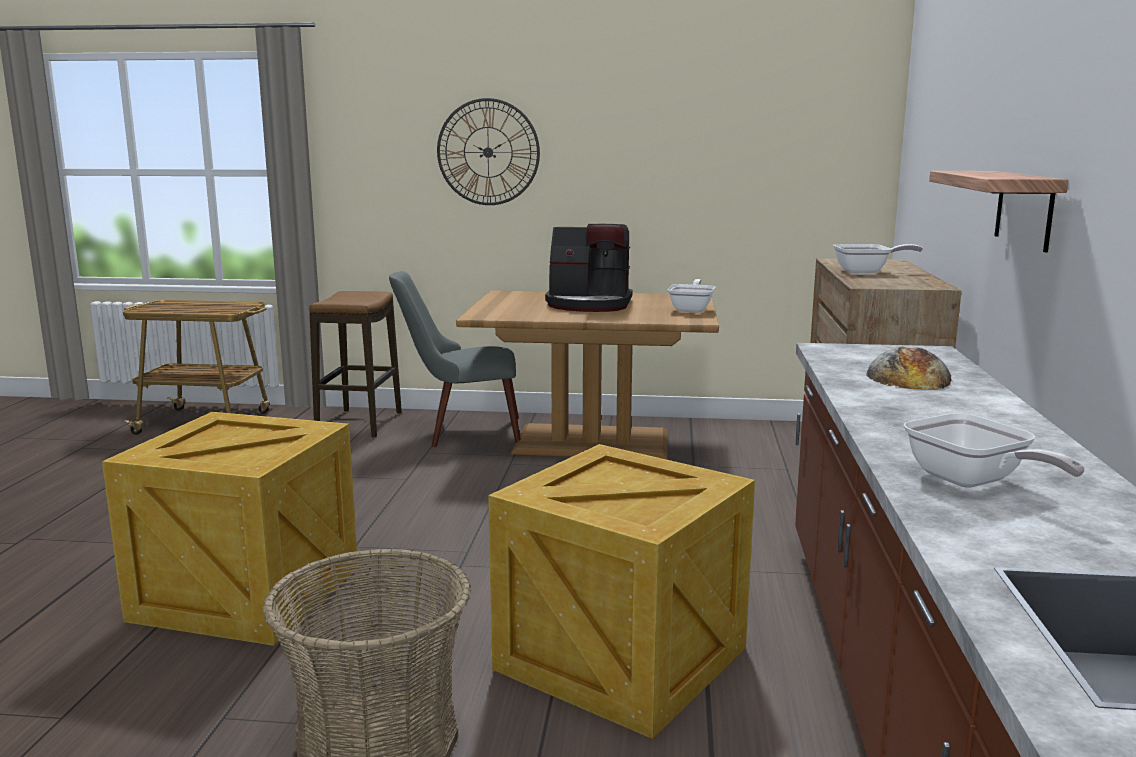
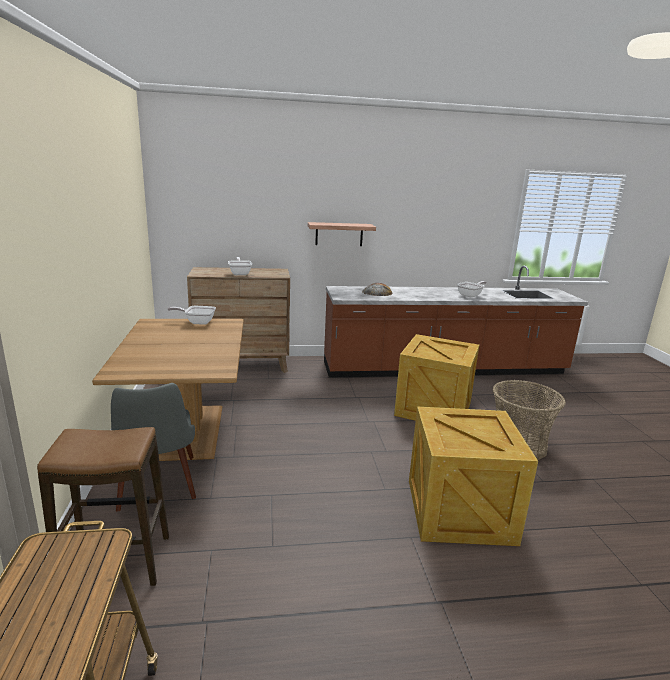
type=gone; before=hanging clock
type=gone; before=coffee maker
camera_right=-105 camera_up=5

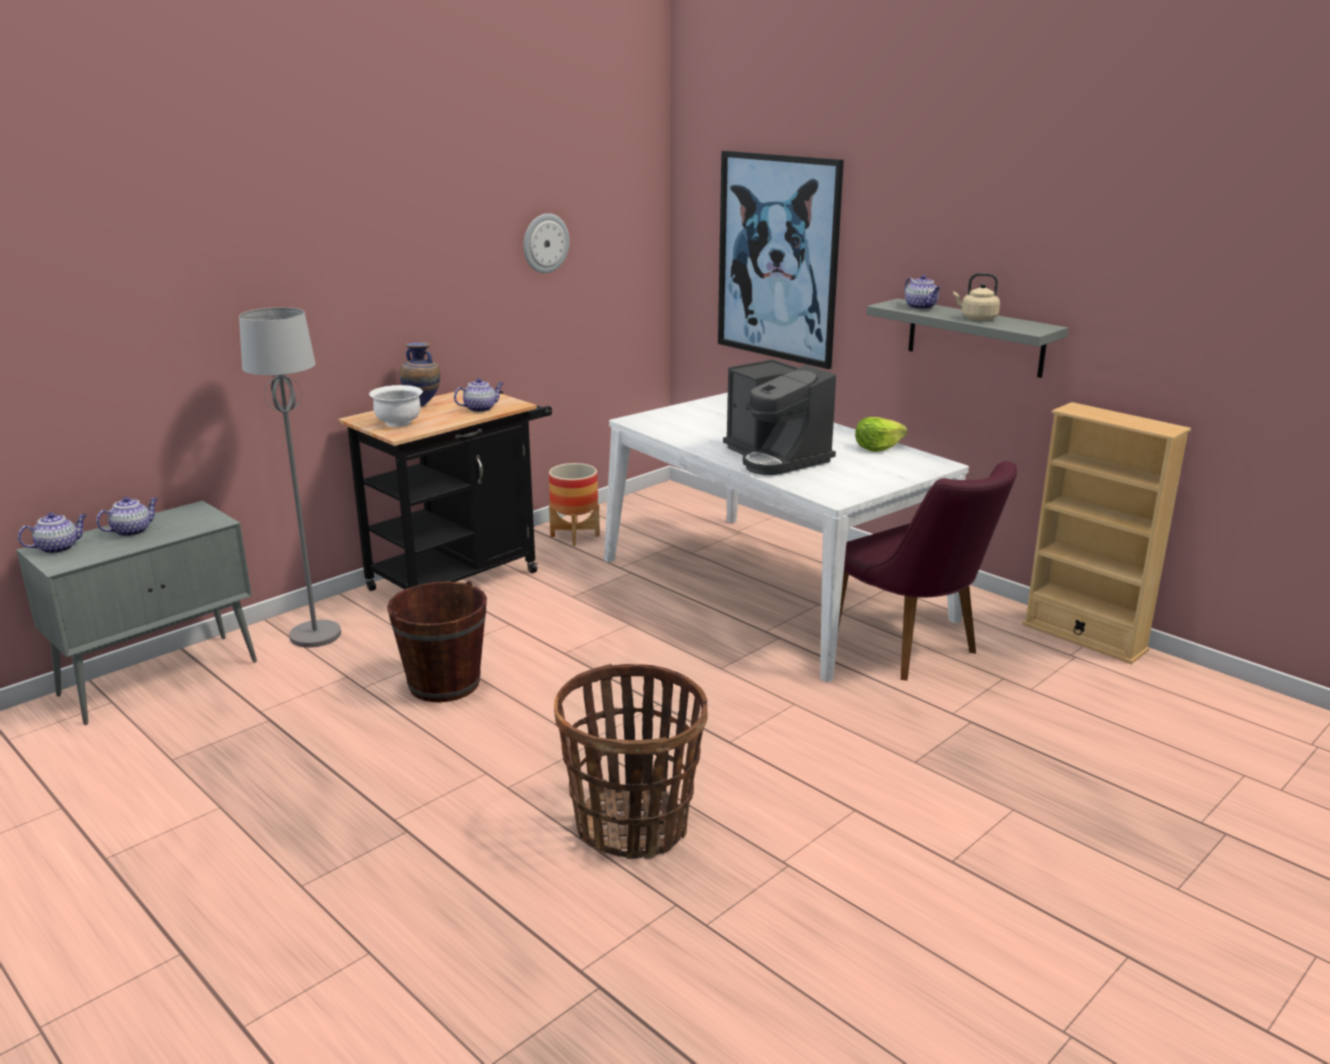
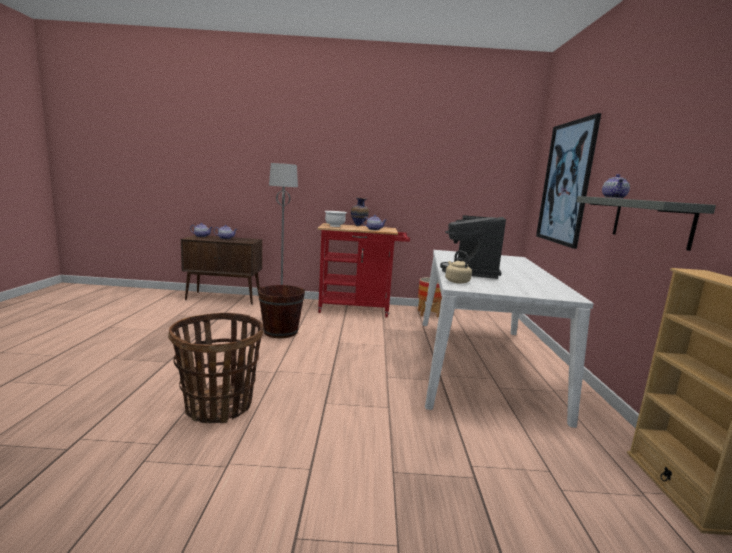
type=repainted; before=grey storage cabinet; after=brown-coloured storage cabinet
type=repainted; before=black-coloured cart; after=reddish cart
type=gone; before=hanging clock
type=gone; before=purple-coloured chair
type=gone; before=lettuce head
type=shifted; before=beige kettle
camera_right=45 camera_up=-10

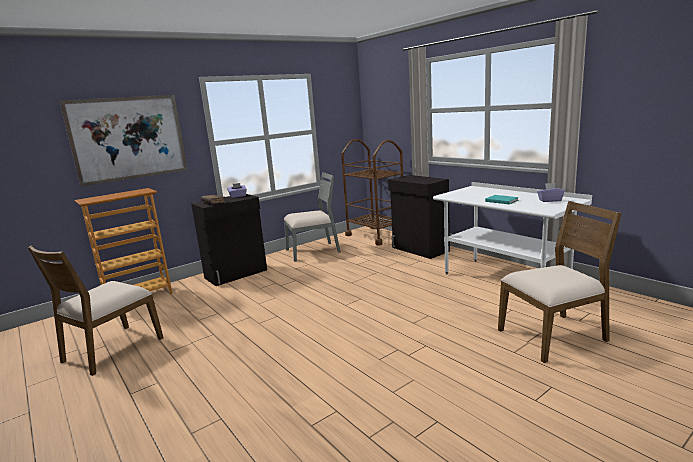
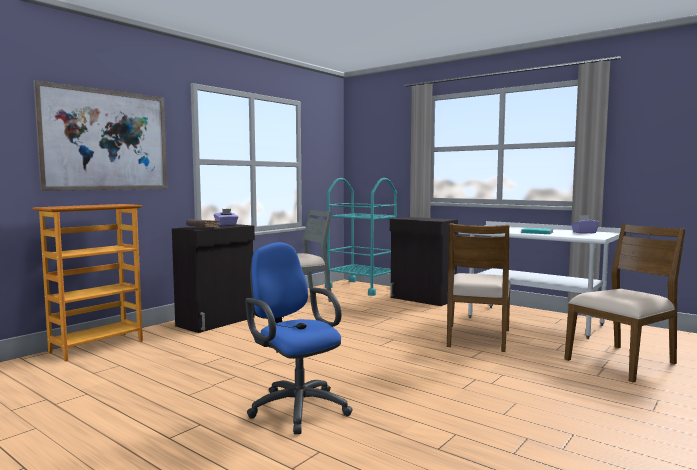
type=shifted; before=brown-coloured chair (no. 1 from left)
type=repainted; before=brown-coloured cart; after=blue-green cart
type=new; after=blue office chair
camera_right=-15 camera_up=-10

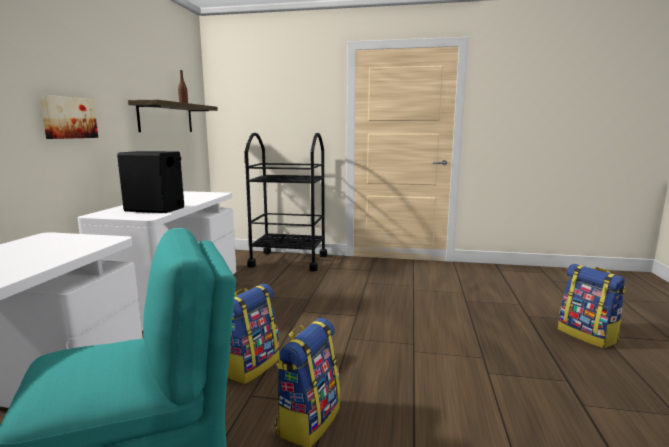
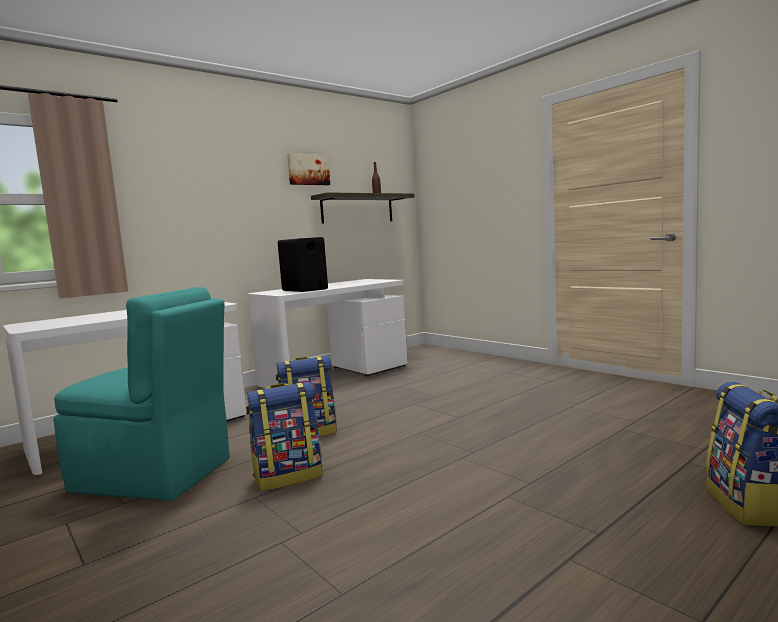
type=shifted; before=wall picture
type=gone; before=black-coloured cart
camera_right=40 camera_up=-5

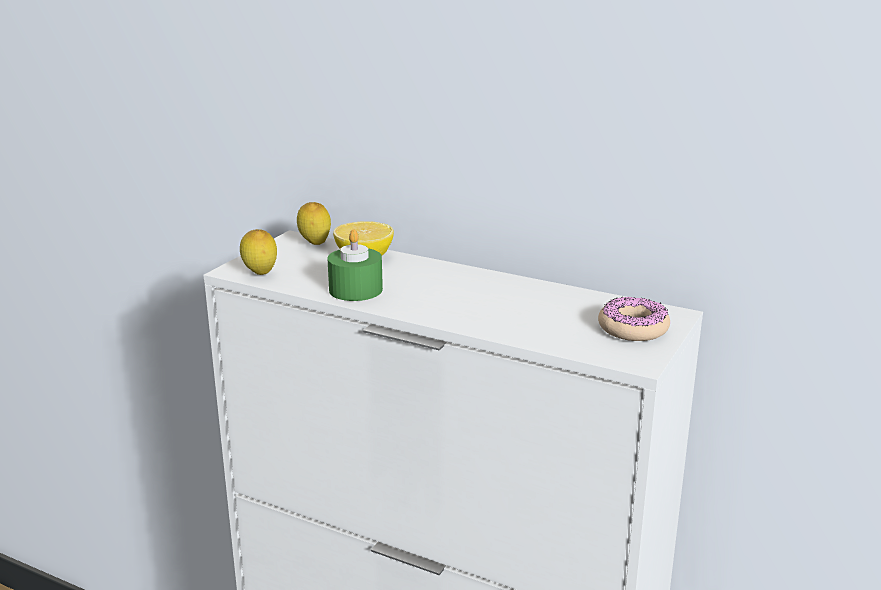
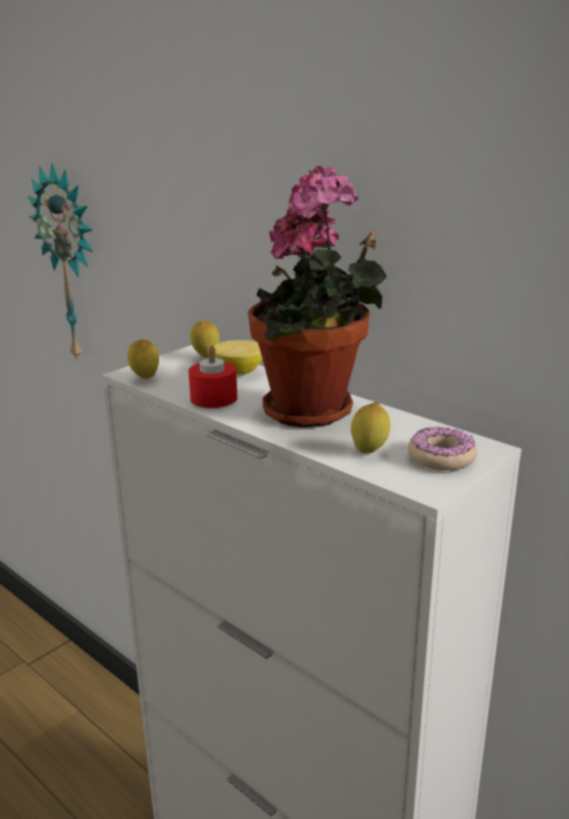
type=repainted; before=green-coloured wax candle; after=reddish wax candle
type=new; after=hanging clock
type=new; after=houseplant
type=new; after=lemon (no. 4 from left)
camera_right=15 camera_up=0

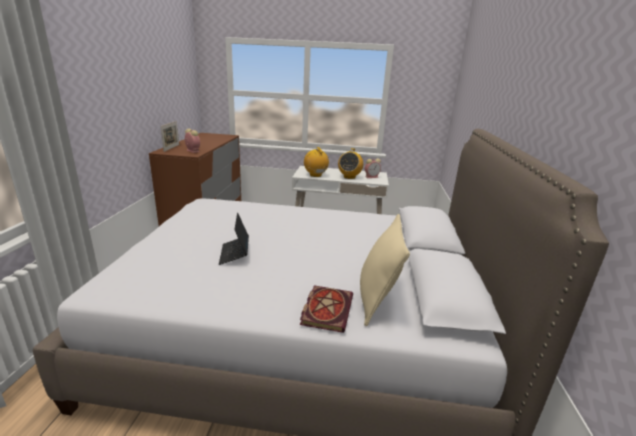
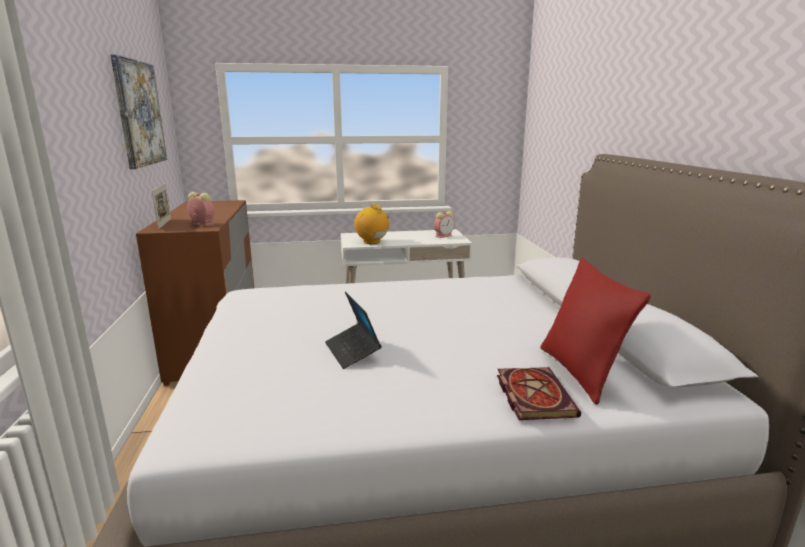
type=gone; before=radio receiver (no. 2 from left)
type=repainted; before=beige cushion; after=reddish cushion
type=new; after=wall picture
camera_right=-15 camera_up=-5

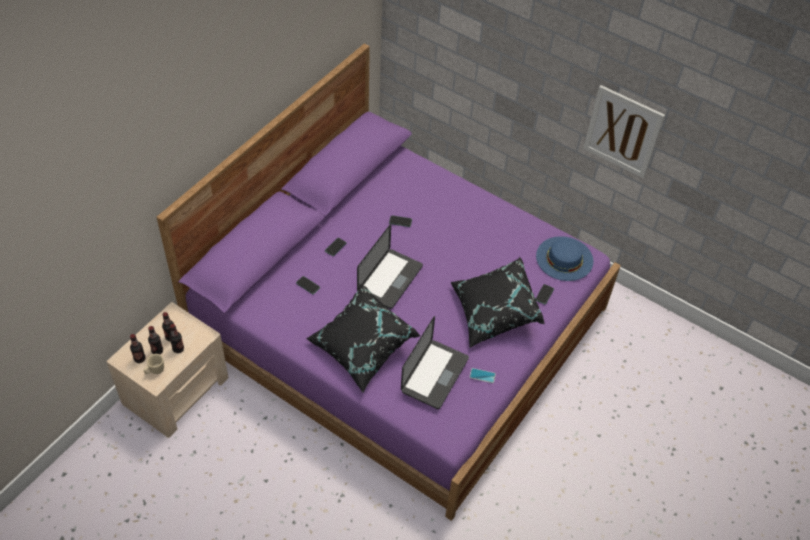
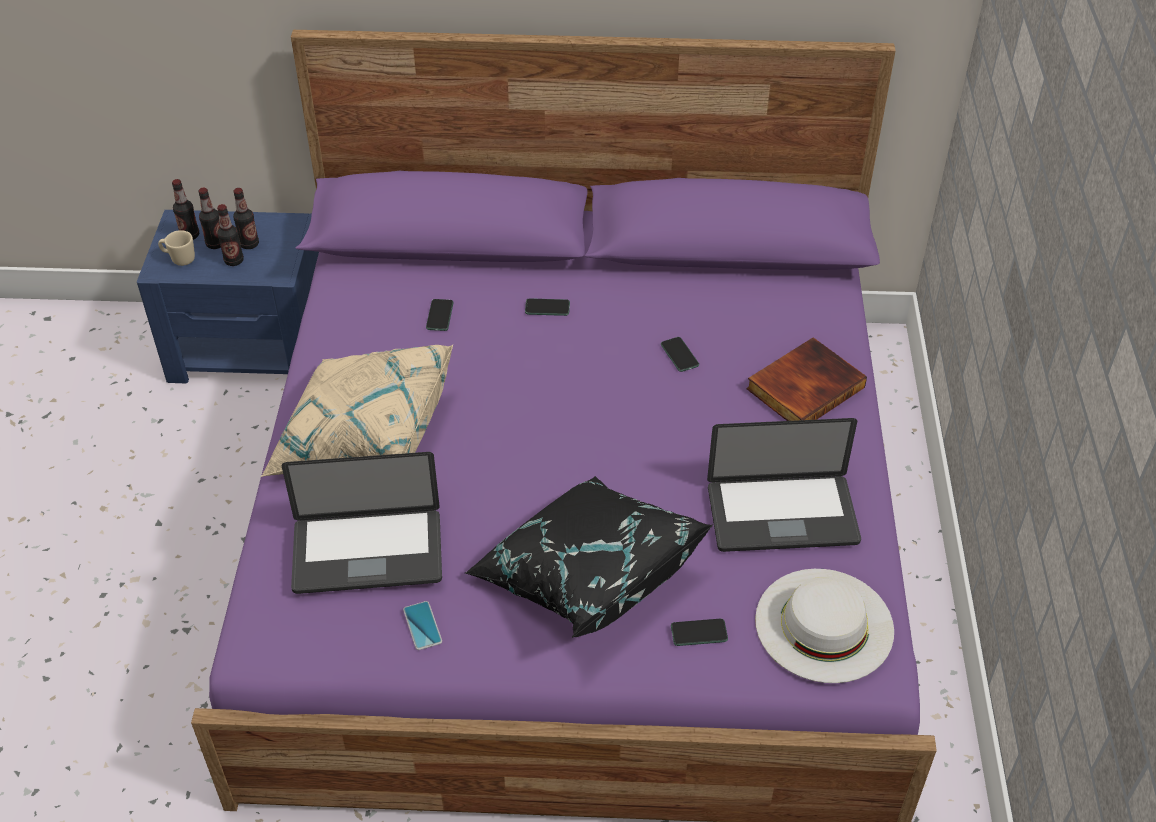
type=repainted; before=beige nightstand; after=blue nightstand
type=repainted; before=black-coloured cushion (no. 1 from left); after=beige cushion
type=shifted; before=notebook computer (no. 1 from left in the first image); after=notebook computer (no. 2 from left)
type=repainted; before=blue clothing hat; after=white-coloured clothing hat
type=gone; before=wall picture
type=new; after=bound book
camera_right=60 camera_up=-5

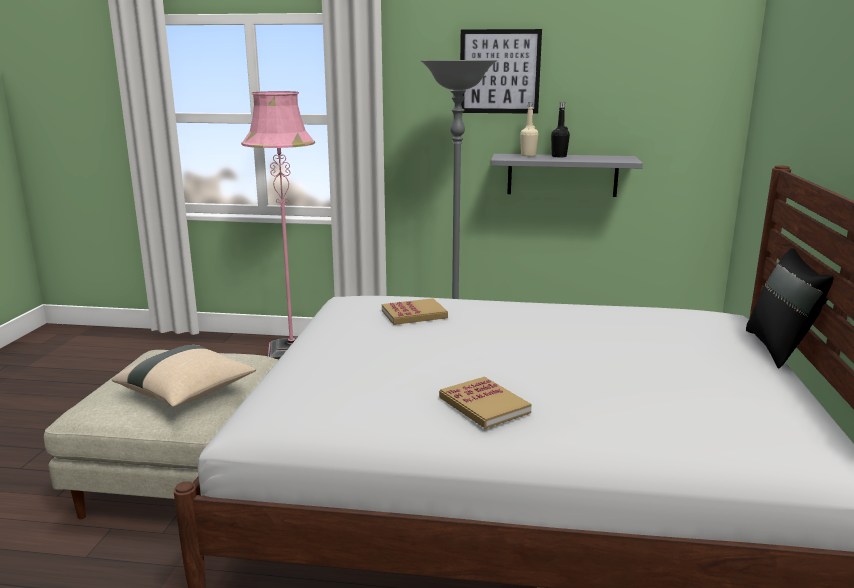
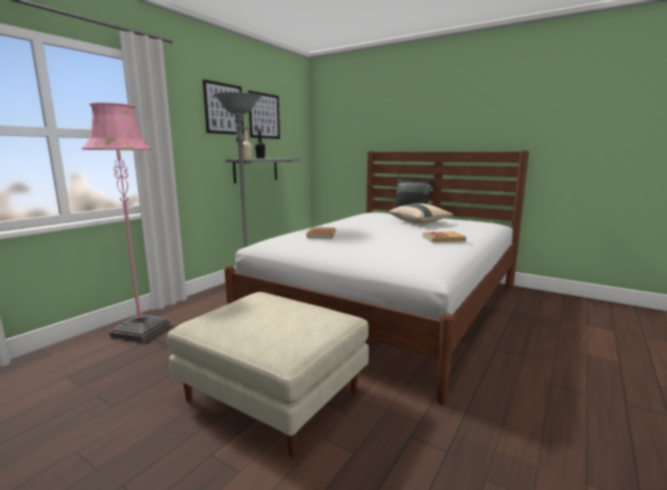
type=shifted; before=beige cushion
type=new; after=wall picture (no. 2 from left)
camera_right=-65 camera_up=-5

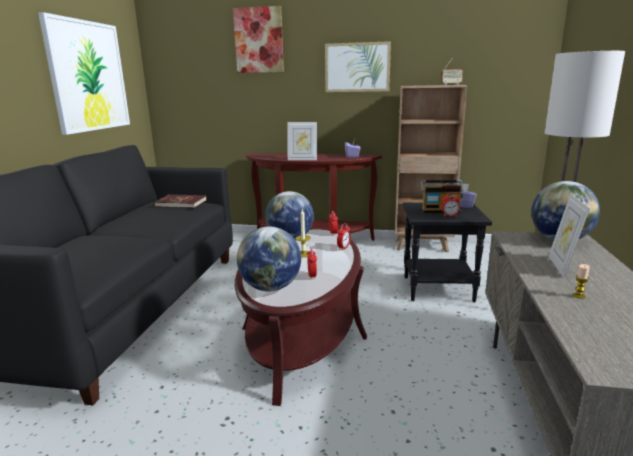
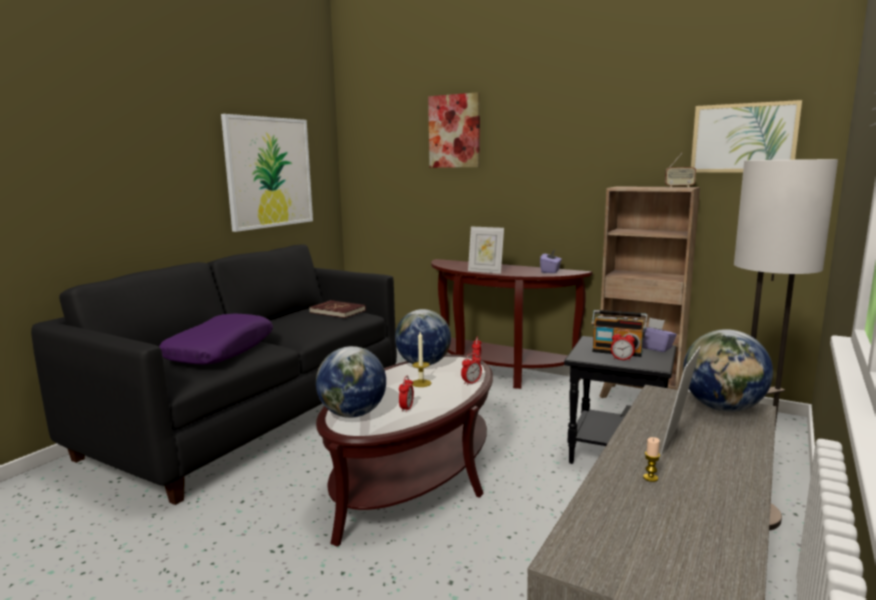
type=shifted; before=wall picture (no. 3 from left)
type=new; after=purple-coloured cushion
camera_right=20 camera_up=-5

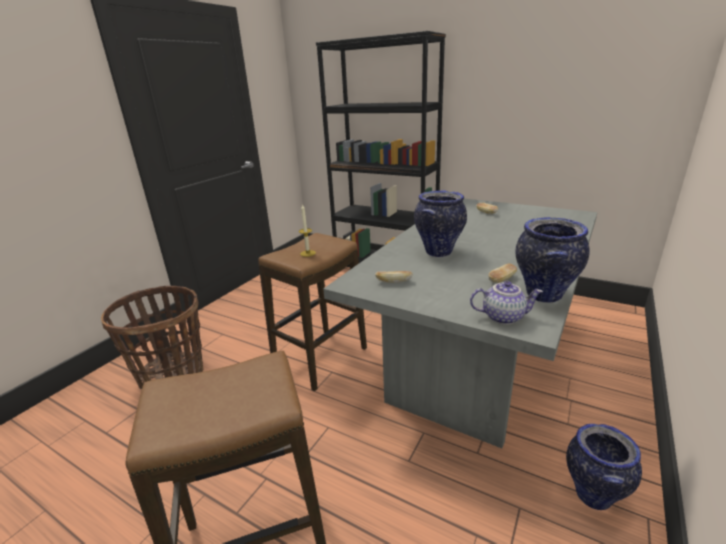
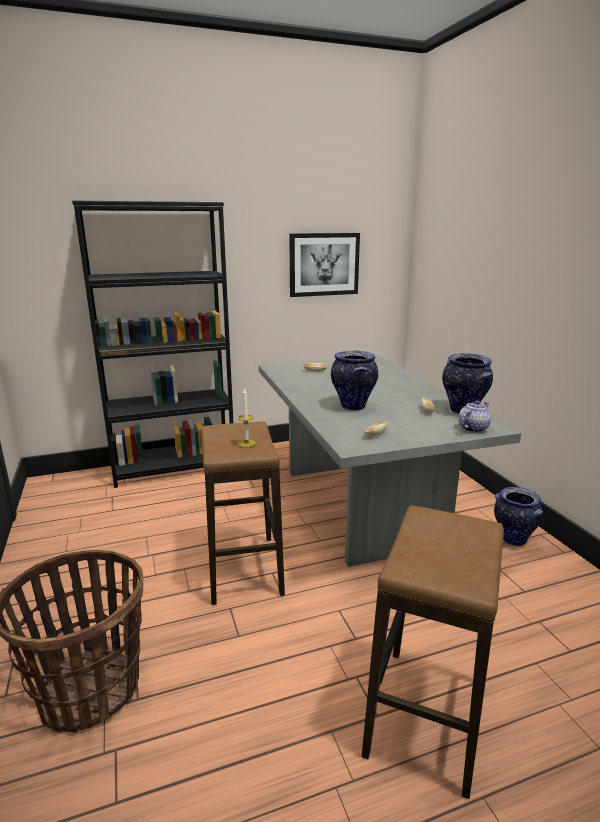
type=new; after=wall picture
camera_right=-50 camera_up=-5

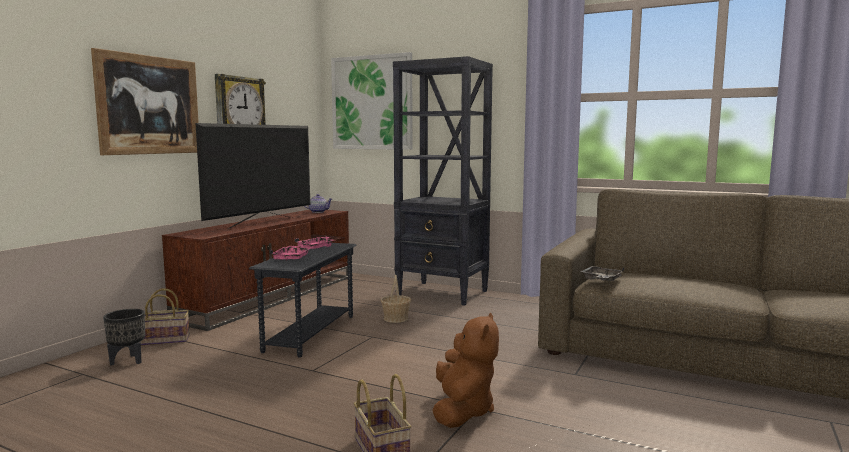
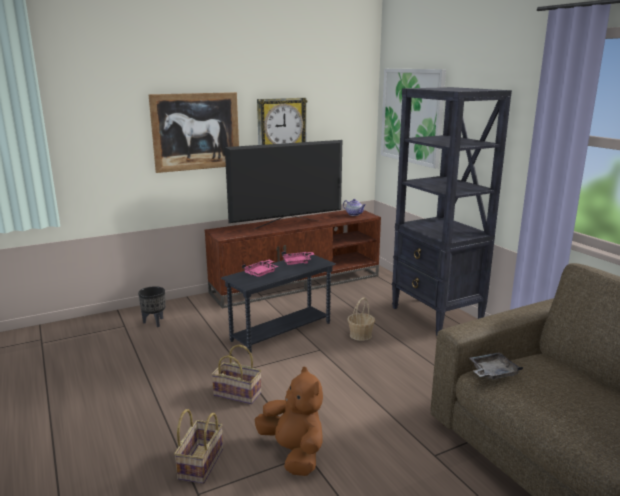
type=shifted; before=basket (no. 1 from left in the first image); after=basket (no. 2 from left)
type=rotated; before=brown-coloured soft toy; turn=-75
camera_right=35 camera_up=10

